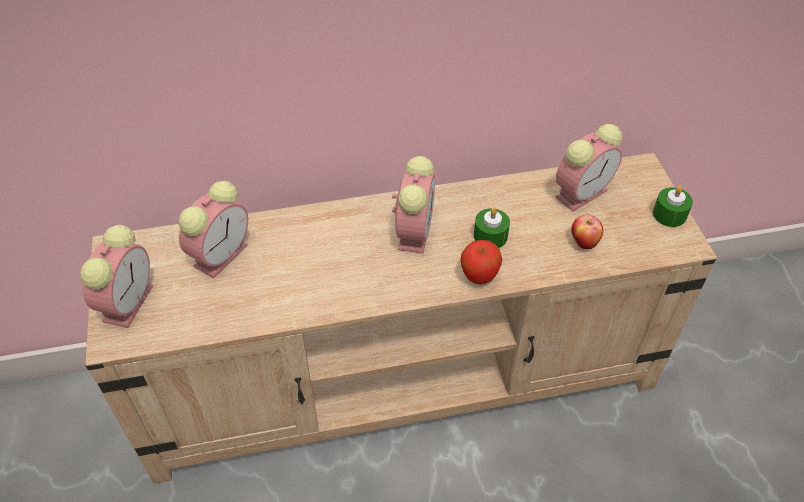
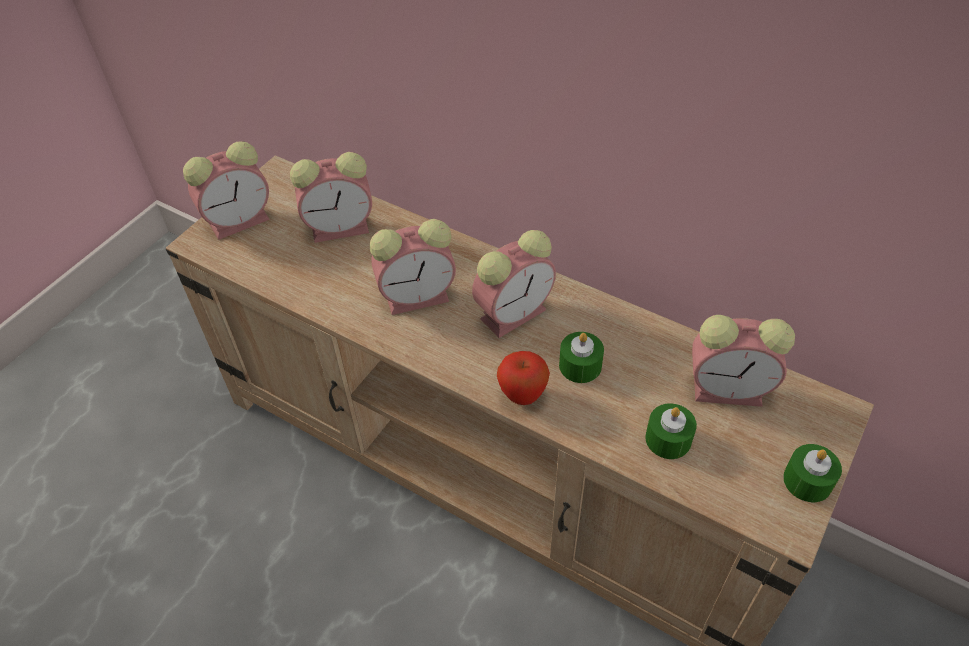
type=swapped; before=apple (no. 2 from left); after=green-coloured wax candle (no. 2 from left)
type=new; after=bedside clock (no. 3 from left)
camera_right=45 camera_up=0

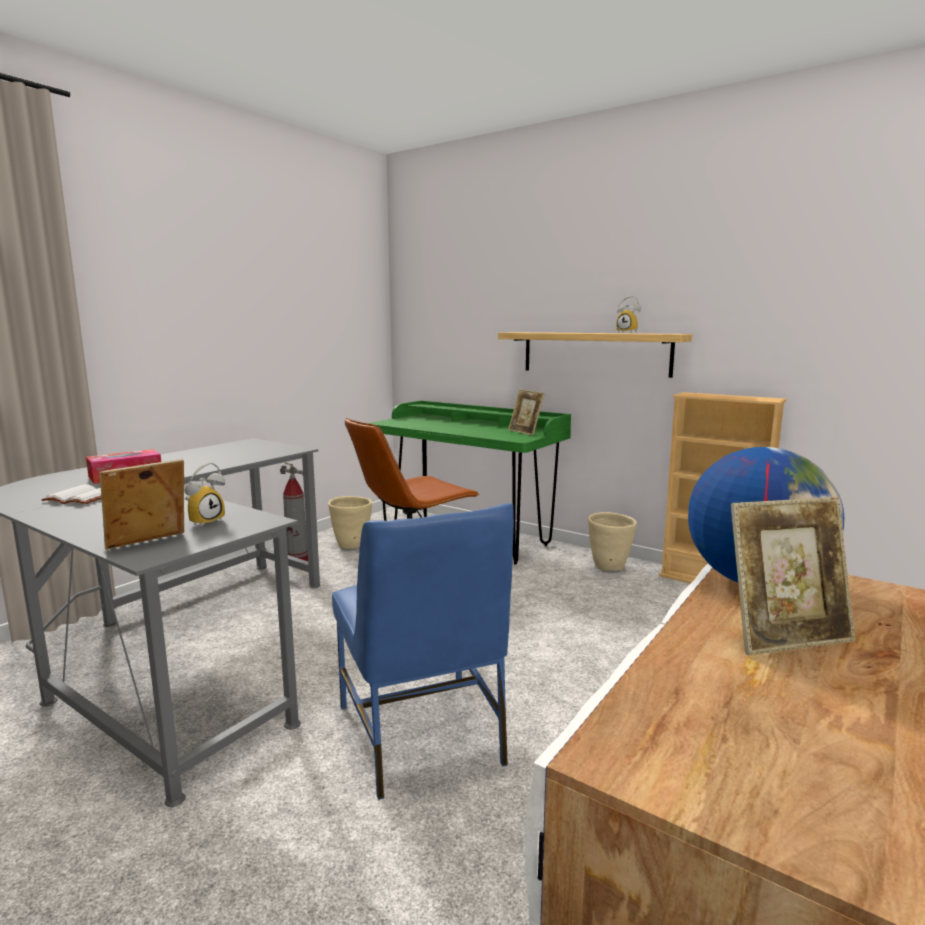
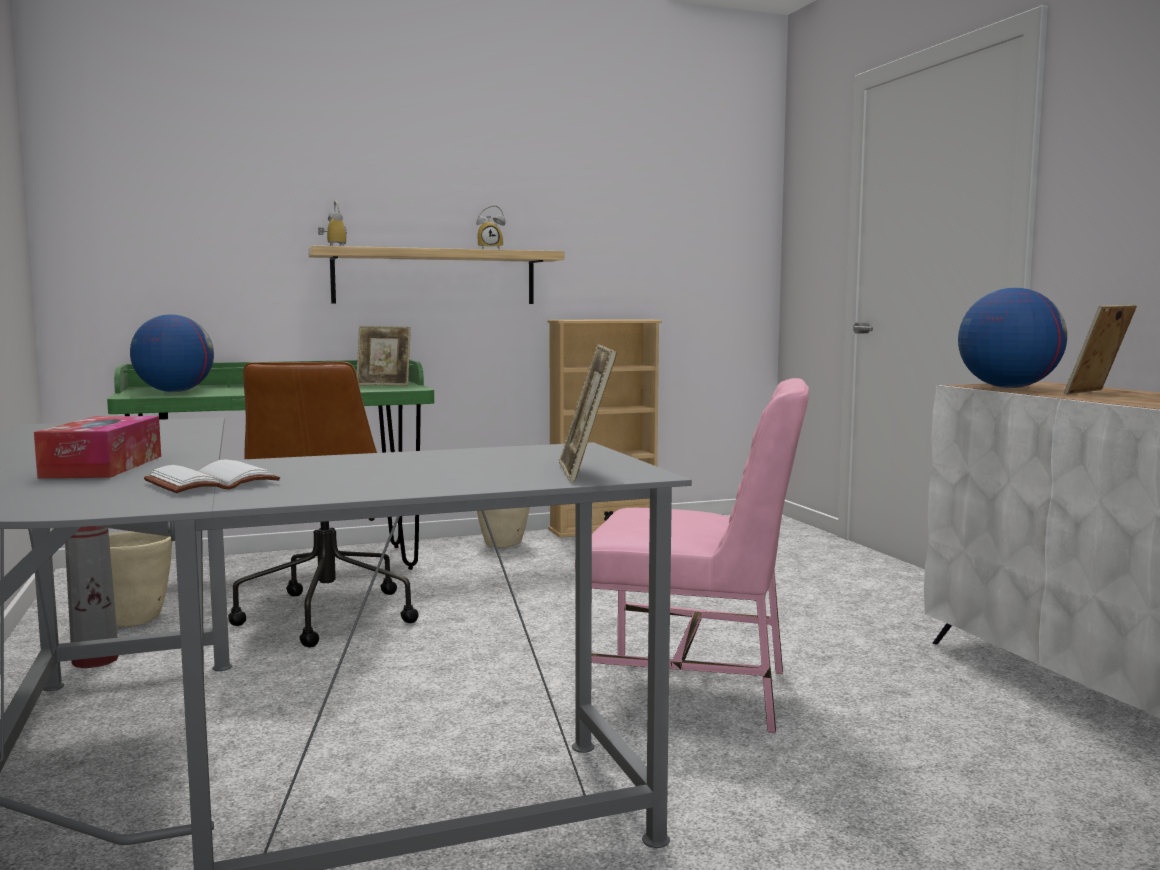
type=shifted; before=bedside clock (no. 1 from left)
type=repainted; before=blue chair; after=pinkish chair
type=rotated; before=picture frame (no. 3 from left); turn=-150
type=new; after=globe (no. 1 from left)
camera_right=-55 camera_up=-5

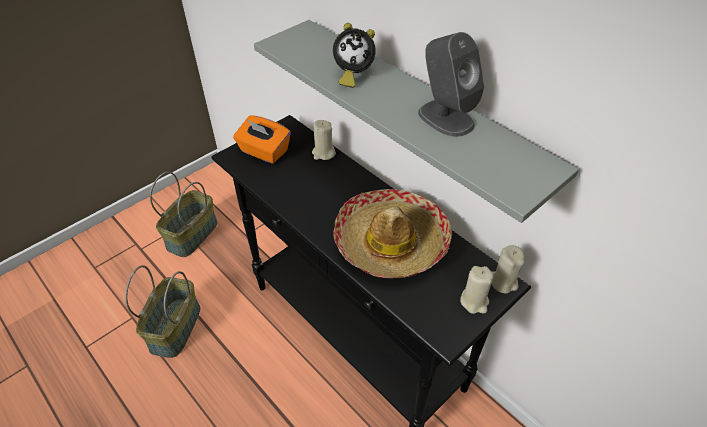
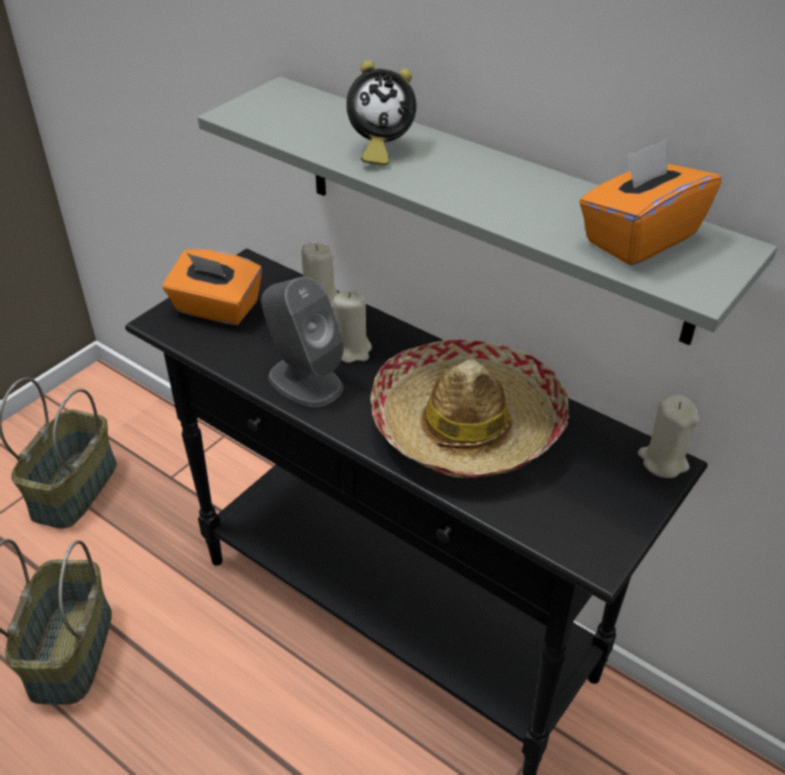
type=shifted; before=grey speaker
type=shifted; before=beige wax candle (no. 2 from left)
type=new; after=orange-coloured tissue holder (no. 2 from left)
camera_right=-10 camera_up=-5

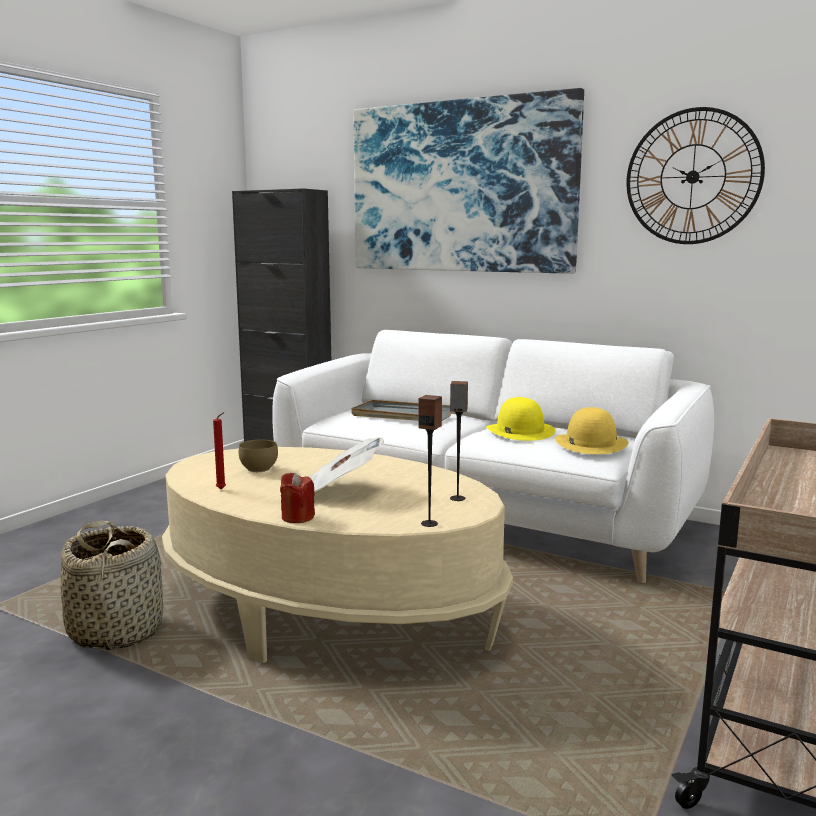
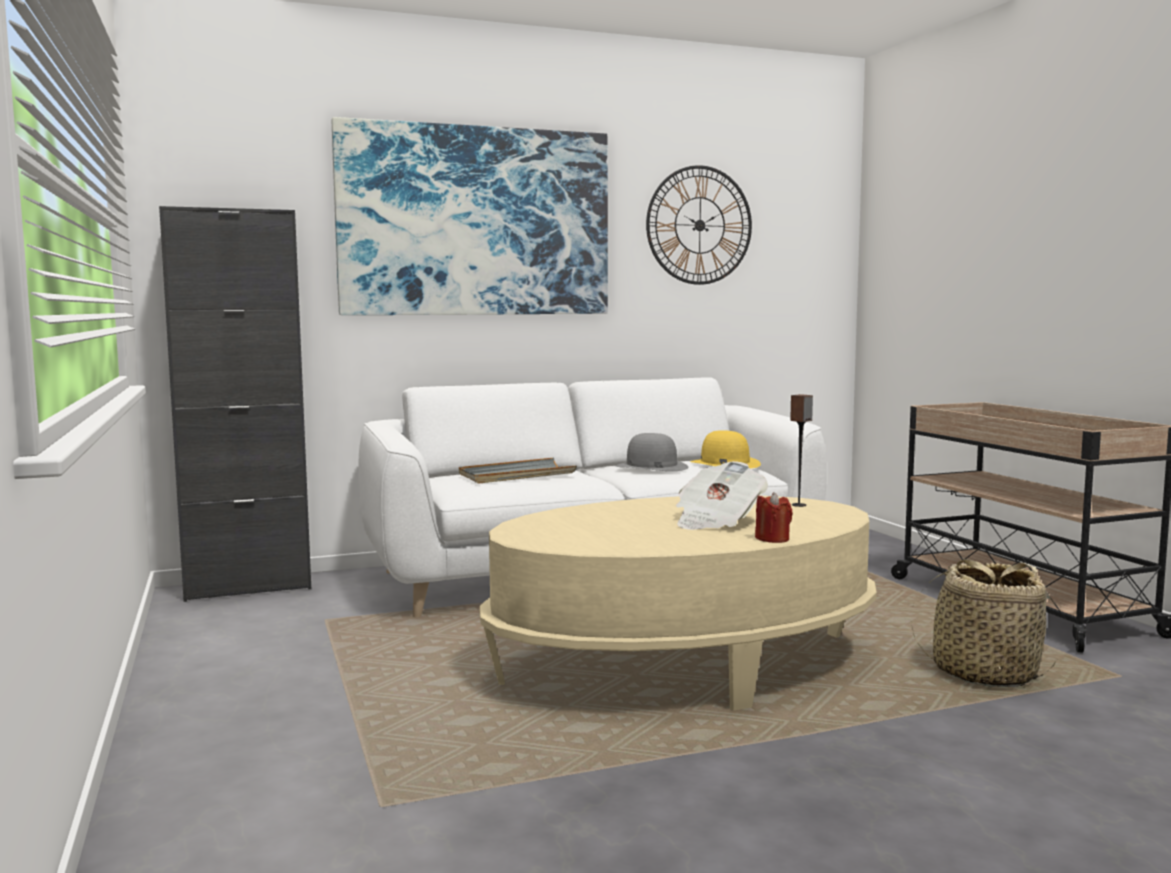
type=shifted; before=basket
type=gone; before=reddish wax candle (no. 1 from left)
type=gone; before=brown-coloured deep dish
type=gone; before=speaker (no. 1 from left)
type=repainted; before=yellowish clothing hat (no. 1 from left); after=grey clothing hat
camera_right=-50 camera_up=-5

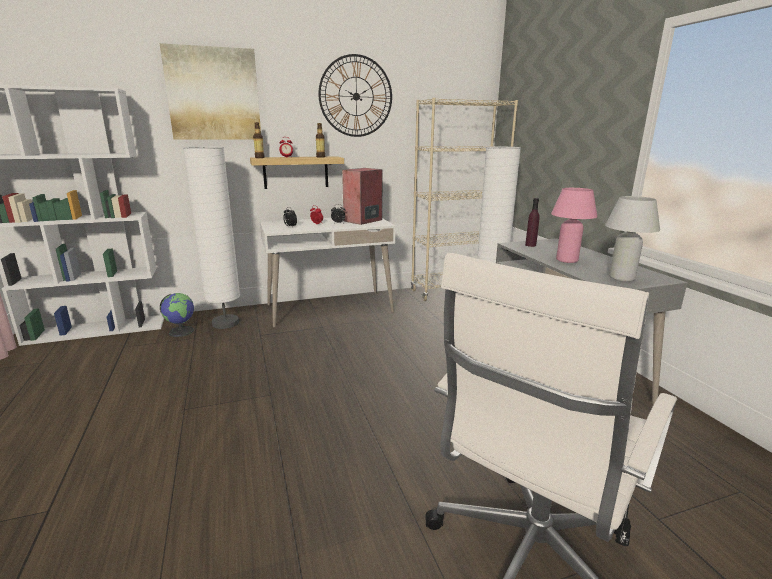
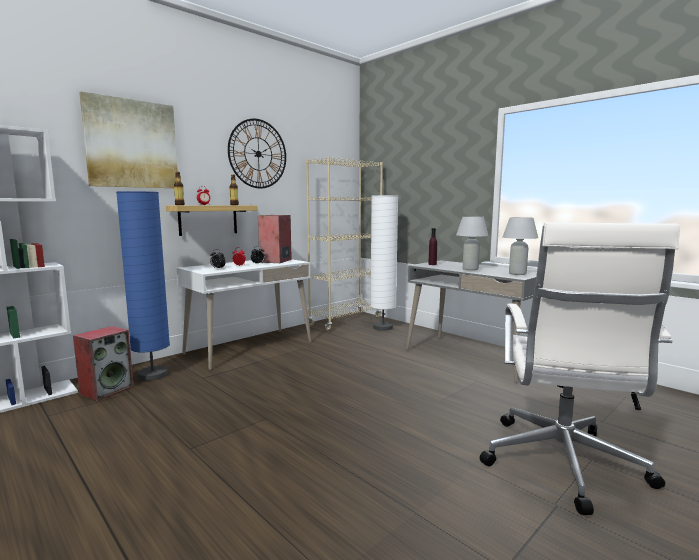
type=swapped; before=globe; after=speaker (no. 1 from left)
type=repainted; before=white-coloured standing lamp (no. 1 from left); after=blue standing lamp
type=repainted; before=pinkish tabletop lamp; after=white-coloured tabletop lamp (no. 1 from left)
camera_right=-25 camera_up=-10

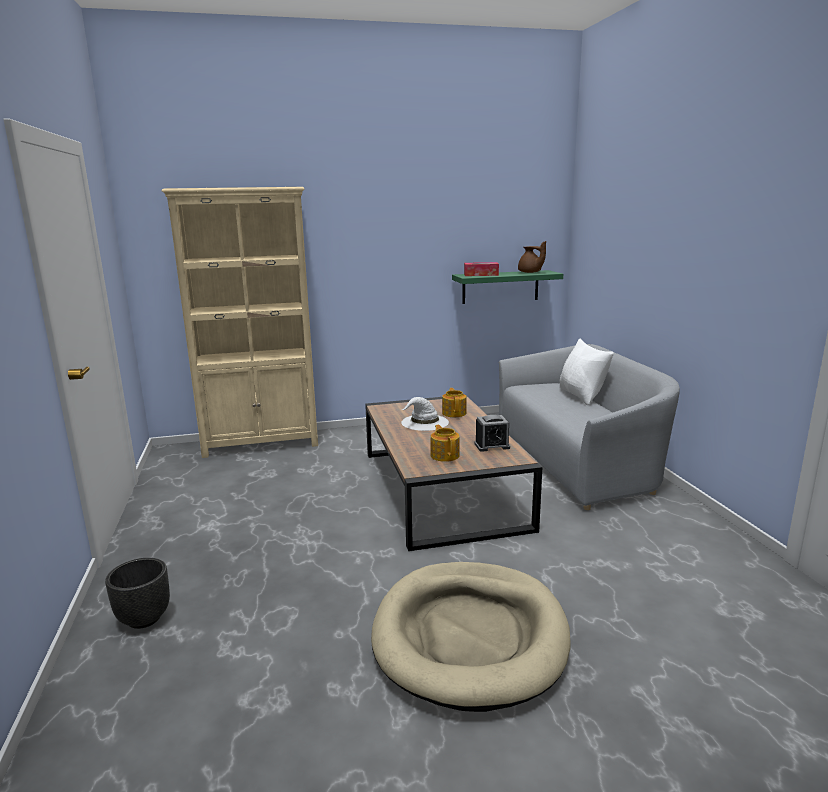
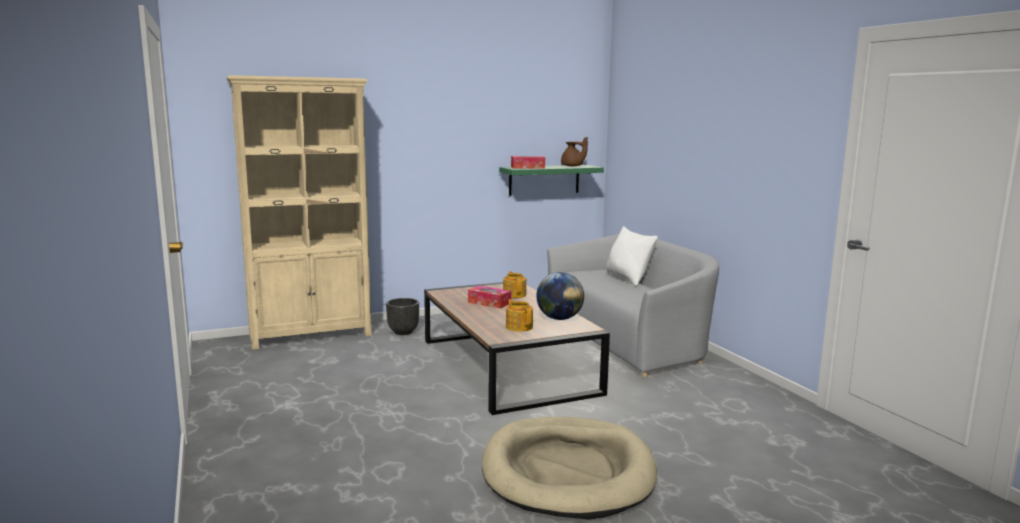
type=shifted; before=black-coloured plant pot
type=swapped; before=white-coloured clothing hat; after=tissue holder (no. 1 from left)
type=swapped; before=bedside clock; after=globe
camera_right=-10 camera_up=-5

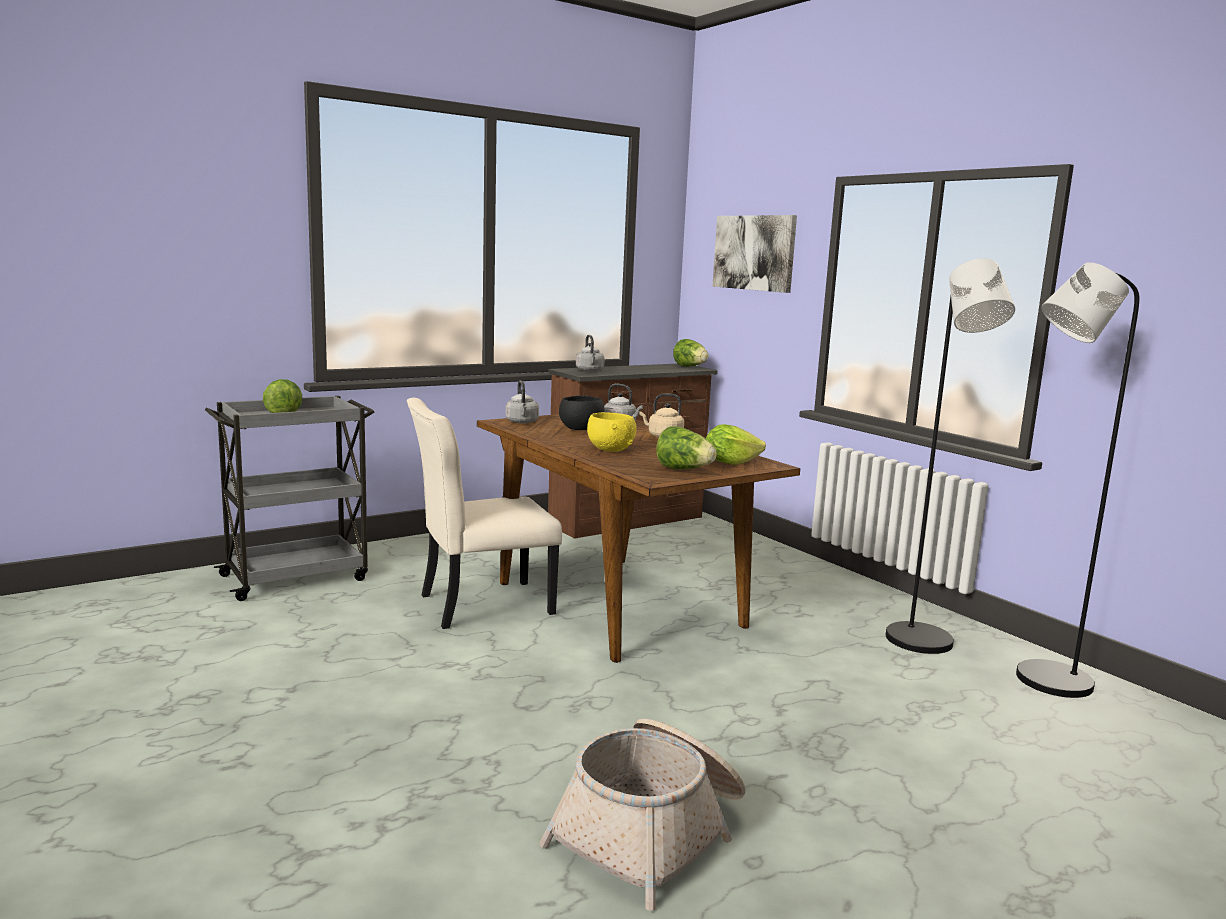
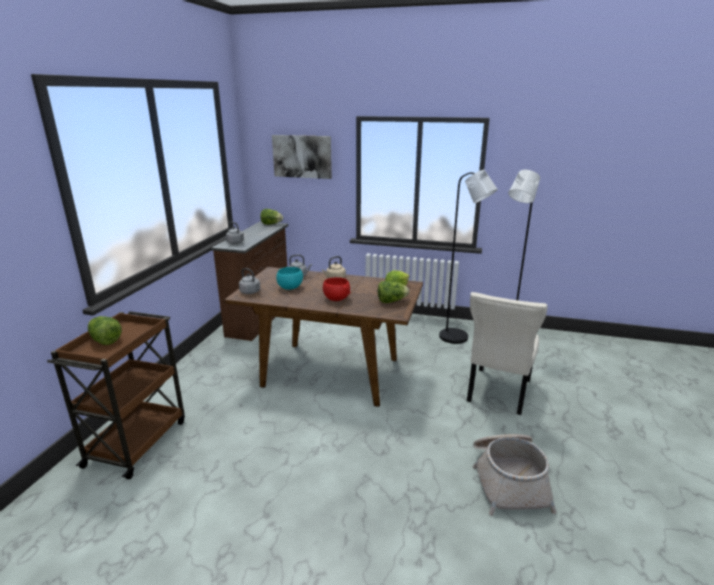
type=repainted; before=grey cart; after=brown-coloured cart
type=shifted; before=beige chair
type=repainted; before=black-coloured deep dish; after=blue-green deep dish
type=repainted; before=yellowish deep dish; after=reddish deep dish
camera_right=-40 camera_up=10

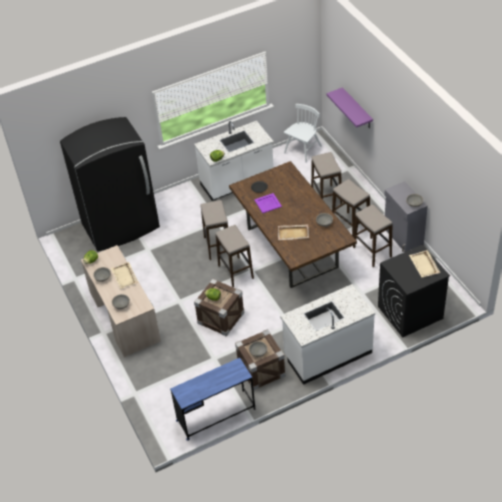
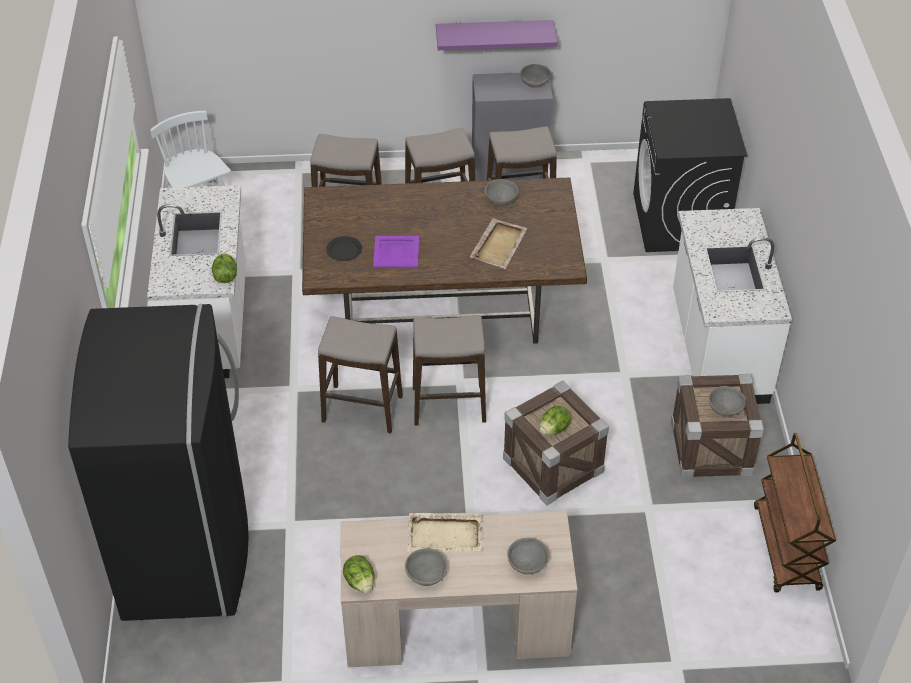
type=swapped; before=blue desk table; after=brown-coloured cart
type=shifted; before=purple-coloured wall shelf
type=gone; before=beige tray (no. 3 from left)
camera_right=-70 camera_up=0

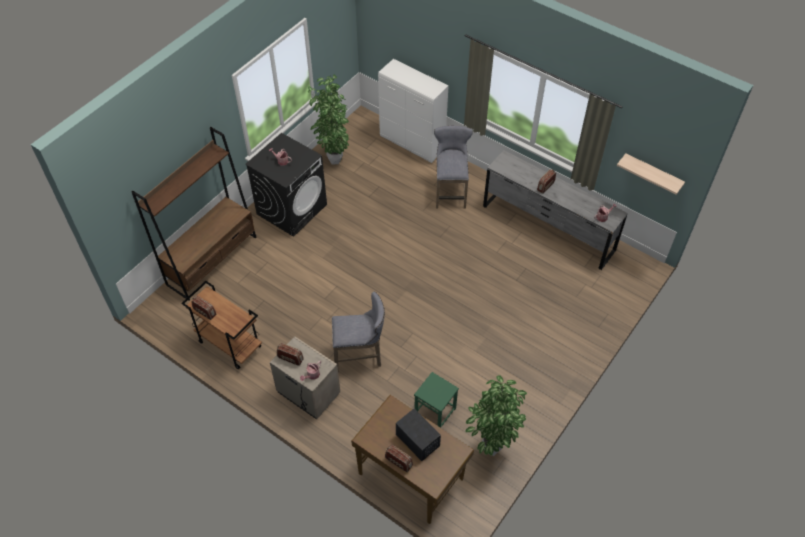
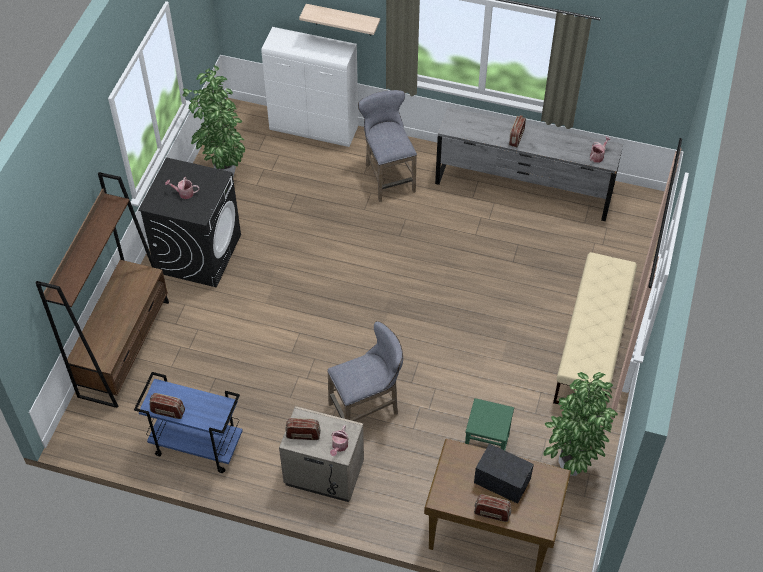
type=repainted; before=brown-coloured cart; after=blue cart
type=shifted; before=wall shelf
type=new; after=beige long seat
camera_right=-20 camera_up=0

